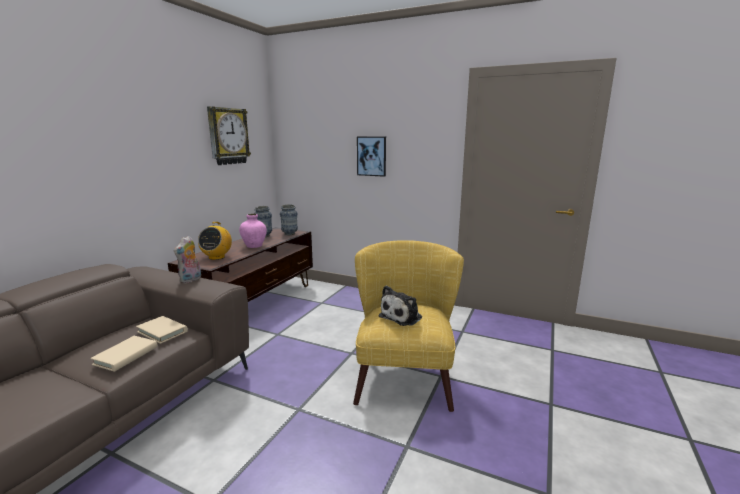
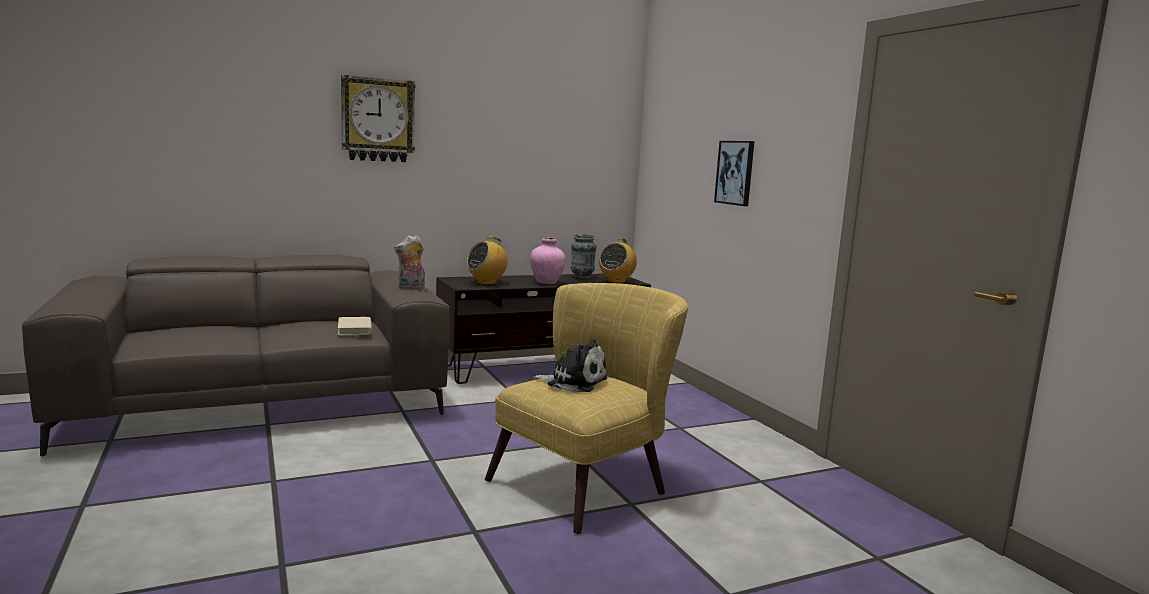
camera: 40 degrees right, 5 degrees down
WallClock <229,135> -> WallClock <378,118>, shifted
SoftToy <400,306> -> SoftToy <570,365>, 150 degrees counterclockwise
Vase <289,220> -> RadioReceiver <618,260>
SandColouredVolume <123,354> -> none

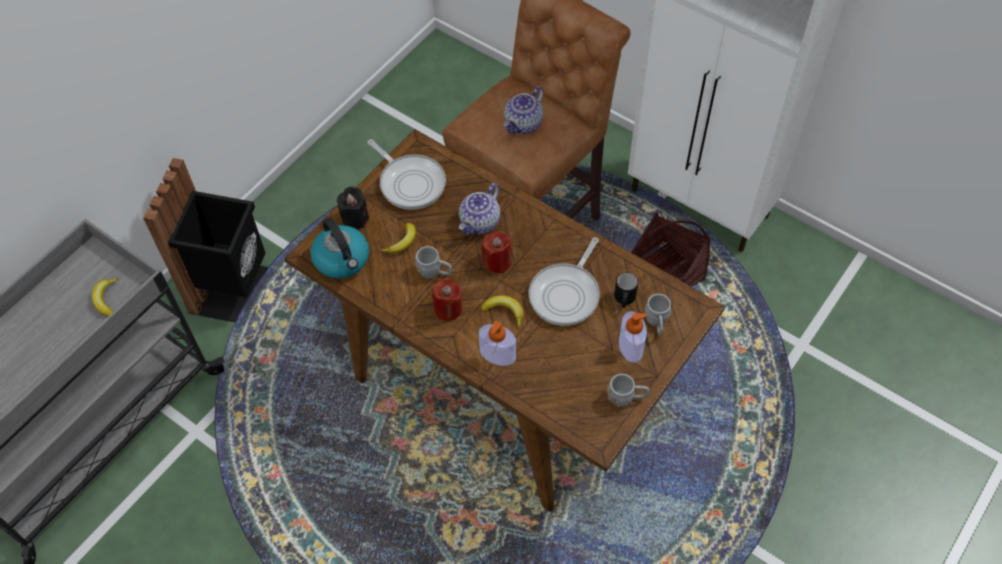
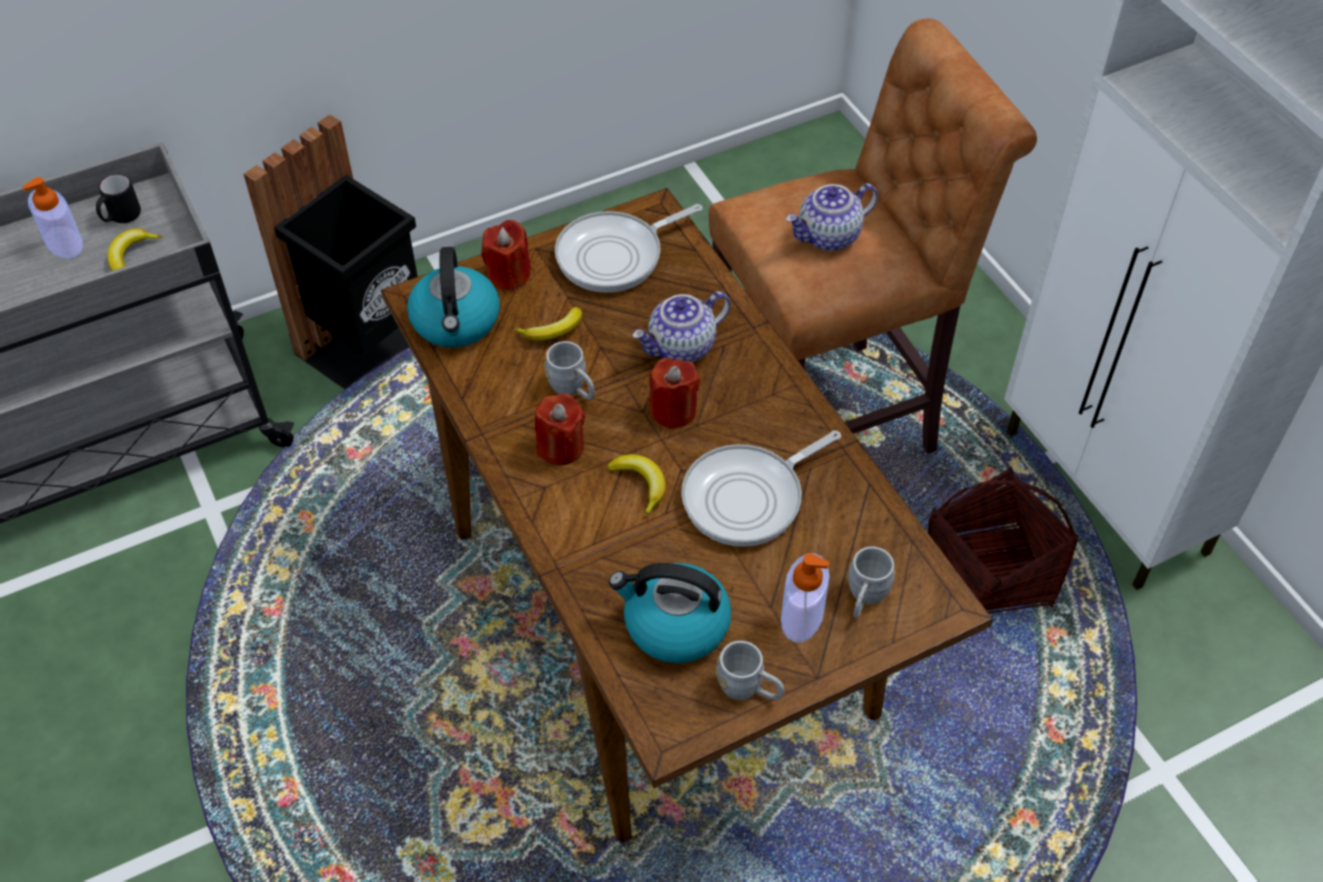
camera: 25 degrees right, 5 degrees down
SoapDispenser <497,343> -> SoapDispenser <53,217>, shifted
BlackishCoffeeMug <626,290> -> BlackishCoffeeMug <118,198>, shifted
BlackishWaxLight <353,207> -> ReddishWaxLight <506,255>
FryingPan <406,174> -> FryingPan <629,248>, 75 degrees clockwise
none -> WaterKettle <670,613>

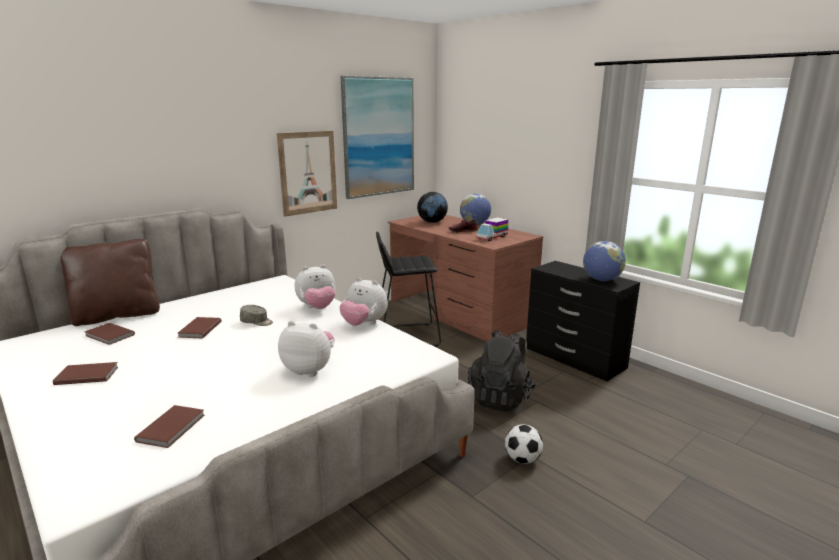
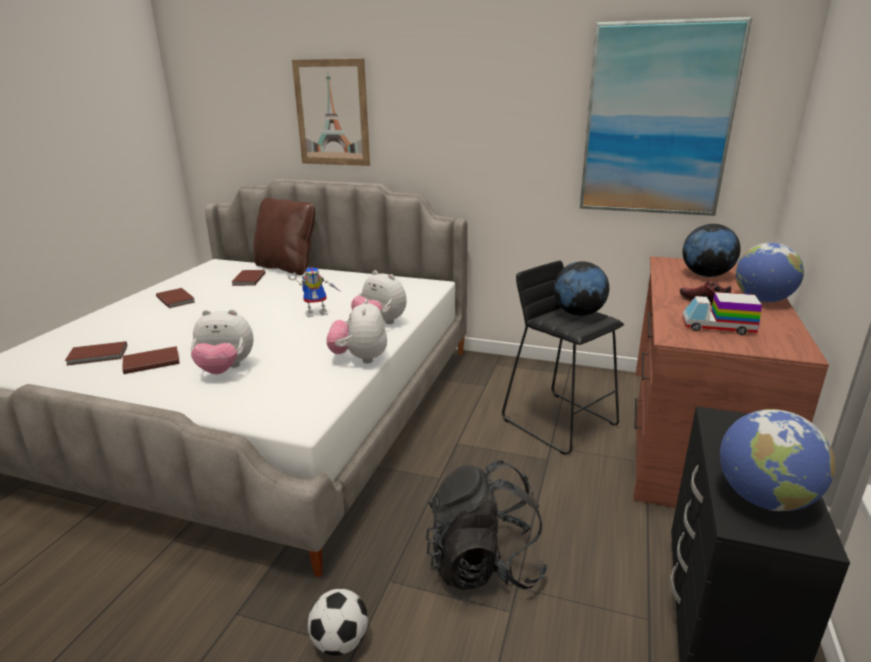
camera: 60 degrees right, 5 degrees up
BrownColouredVolume <200,328> -> BrownColouredVolume <151,360>, shifted
SoftToy <306,349> -> SoftToy <222,341>, 105 degrees clockwise
GrayCap <256,315> -> ToyRobot <314,292>
WallPicture <307,174> -> WallPicture <331,112>, shifted
none -> Globe <581,288>

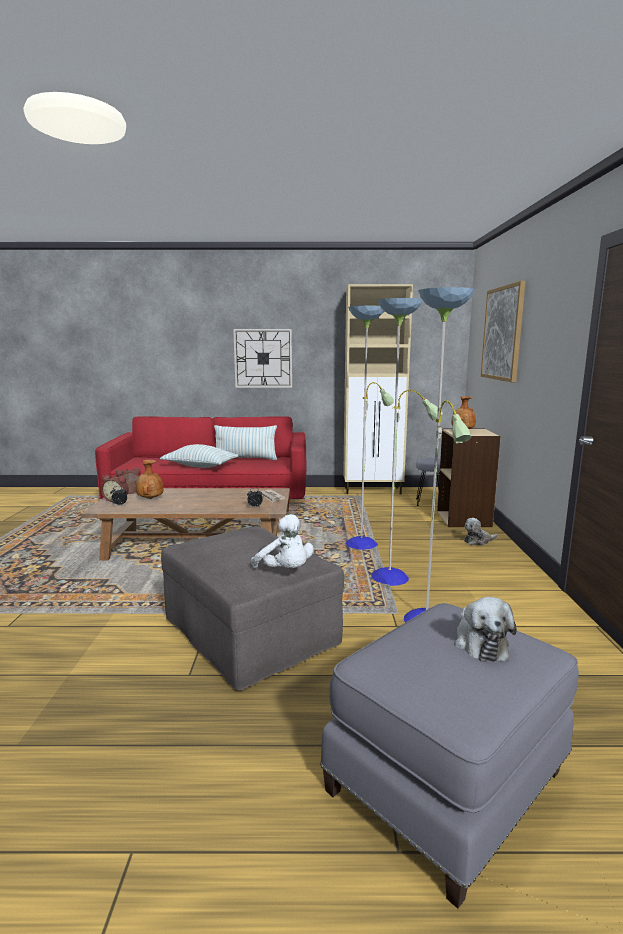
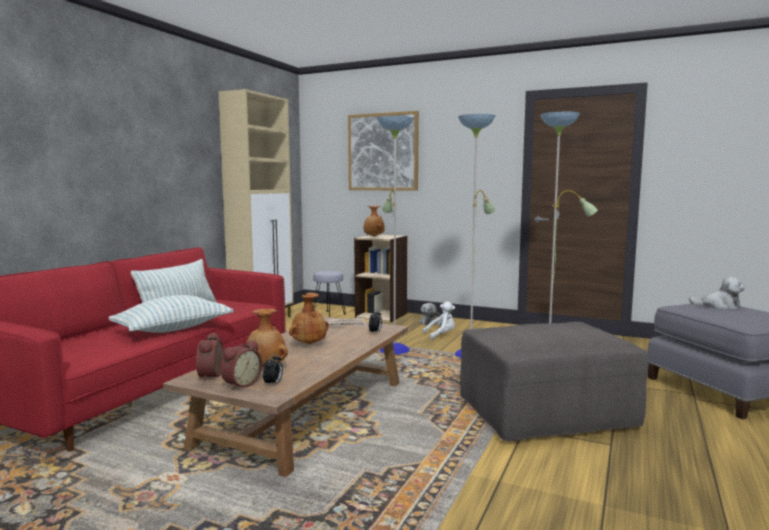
camera: 65 degrees left, 5 degrees down
none -> BrownColouredVase <309,318>
WhitishSoftToy <282,541> -> WhitishSoftToy <439,321>, shifted
WallClock <262,358> -> none

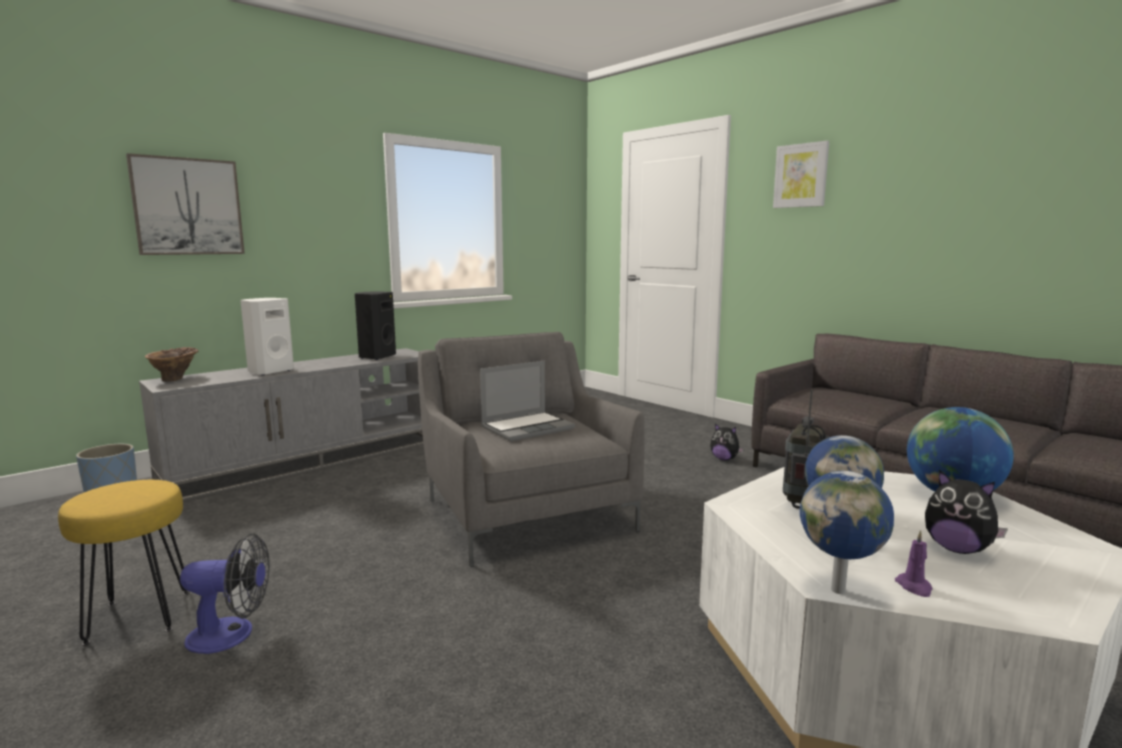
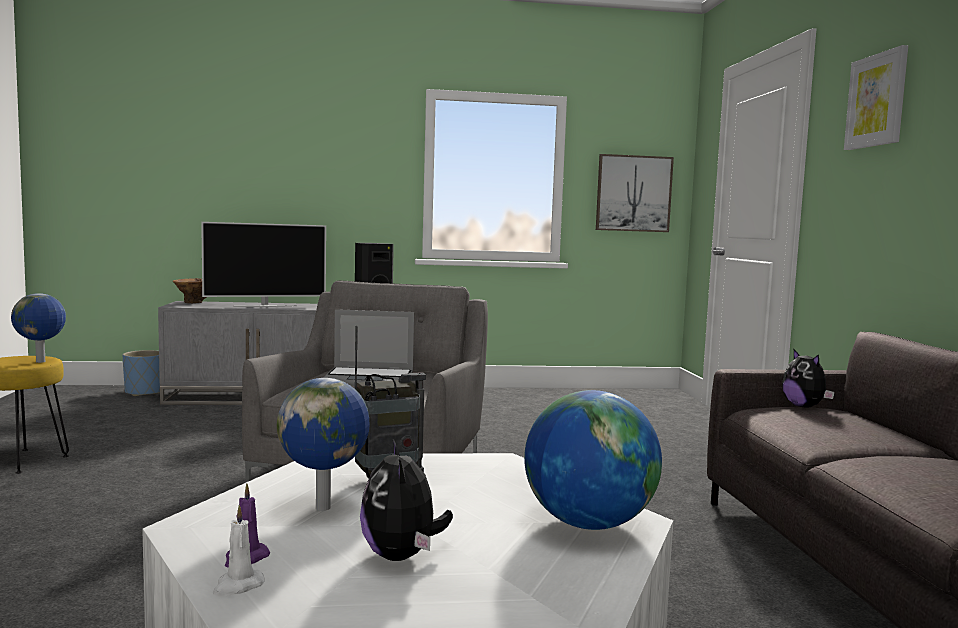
camera: 35 degrees right, 5 degrees down
Globe <847,532> -> Globe <38,328>, shifted
WhitishSpeaker <267,337> -> TvSet <263,264>
none -> WhitishWaxLight <238,551>
WallPicture <185,204> -> WallPicture <635,193>, shifted
SoftToy <727,442> -> SoftToy <808,379>, shifted
ElectricFan <225,593> -> none

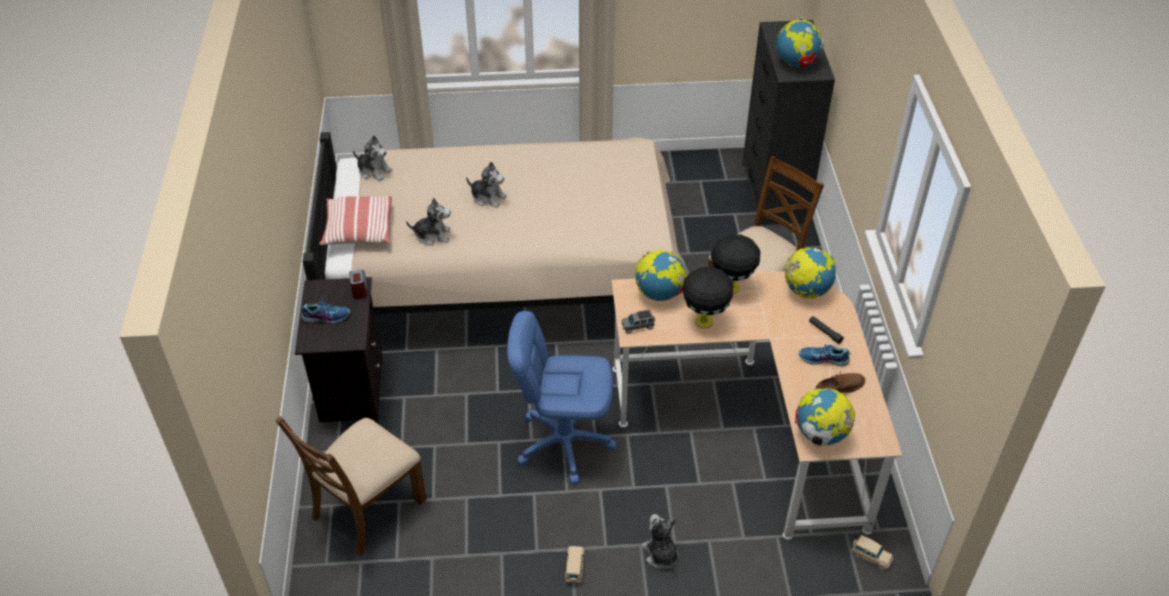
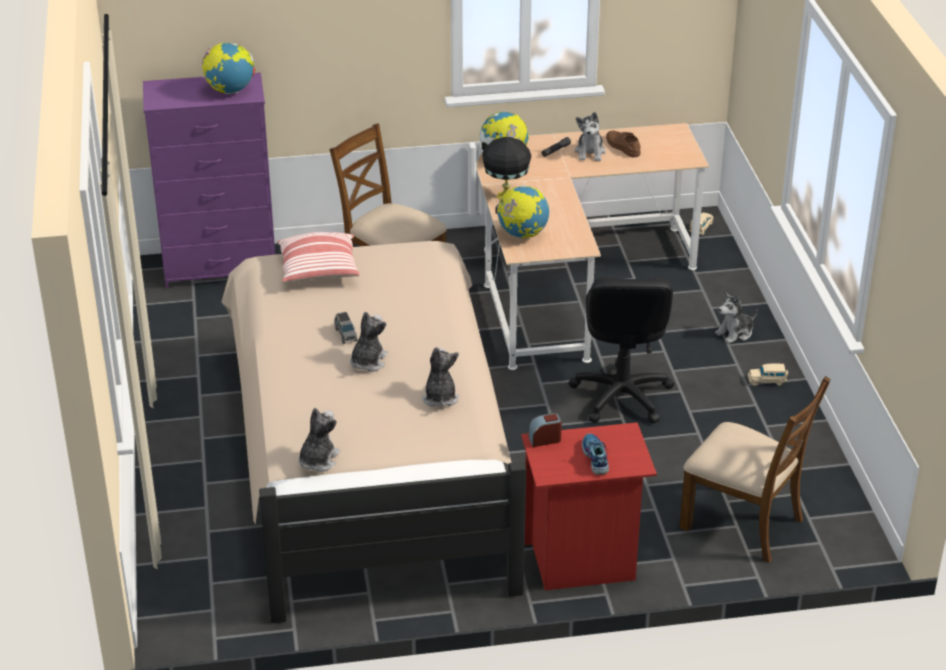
camera: 95 degrees left, 10 degrees down
BlackishChestOfDrawers <788,122> -> PurplishChestOfDrawers <209,180>
ThrowPillow <356,220> -> ThrowPillow <318,257>, shifted
GrayMiniatureCar <638,322> -> GrayMiniatureCar <346,328>, shifted
BlackishNightstand <339,350> -> ReddishNightstand <589,506>
BluishOfficeChair <561,397> -> BlackishOfficeChair <621,350>
Shoe <824,355> -> SoftToy <590,136>
BlackishTabletopLamp <707,298> -> none
Globe <825,417> -> none

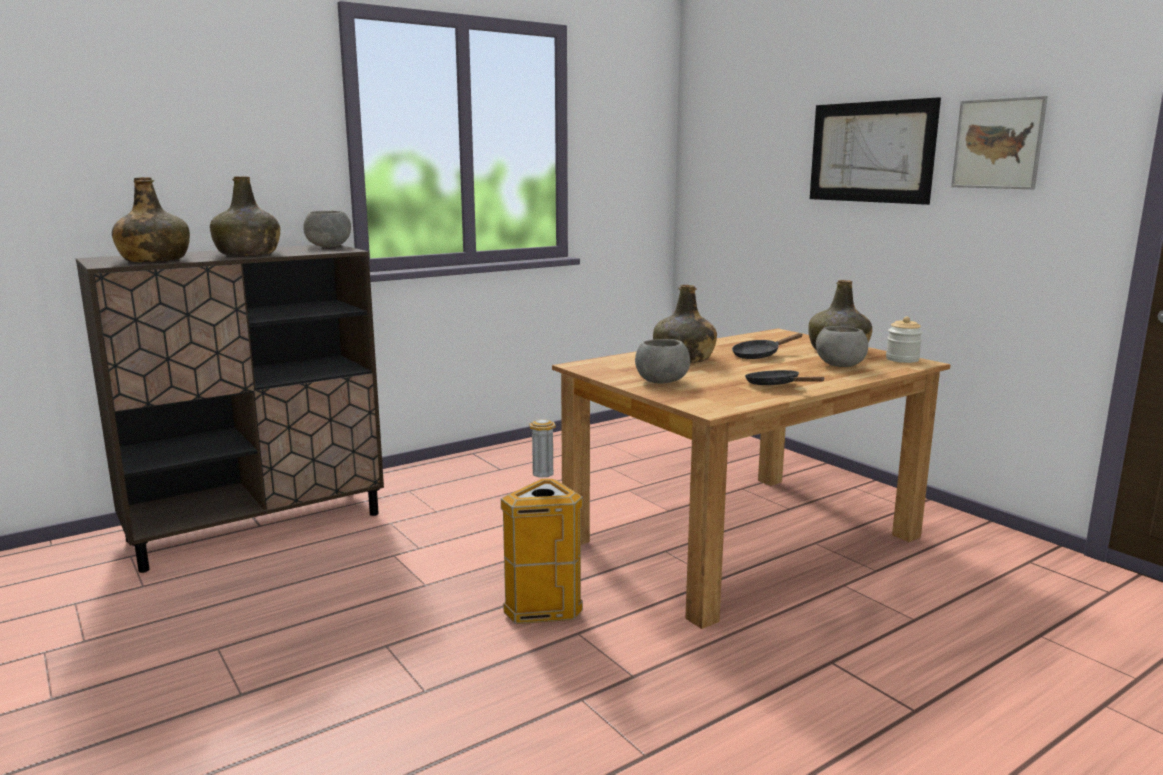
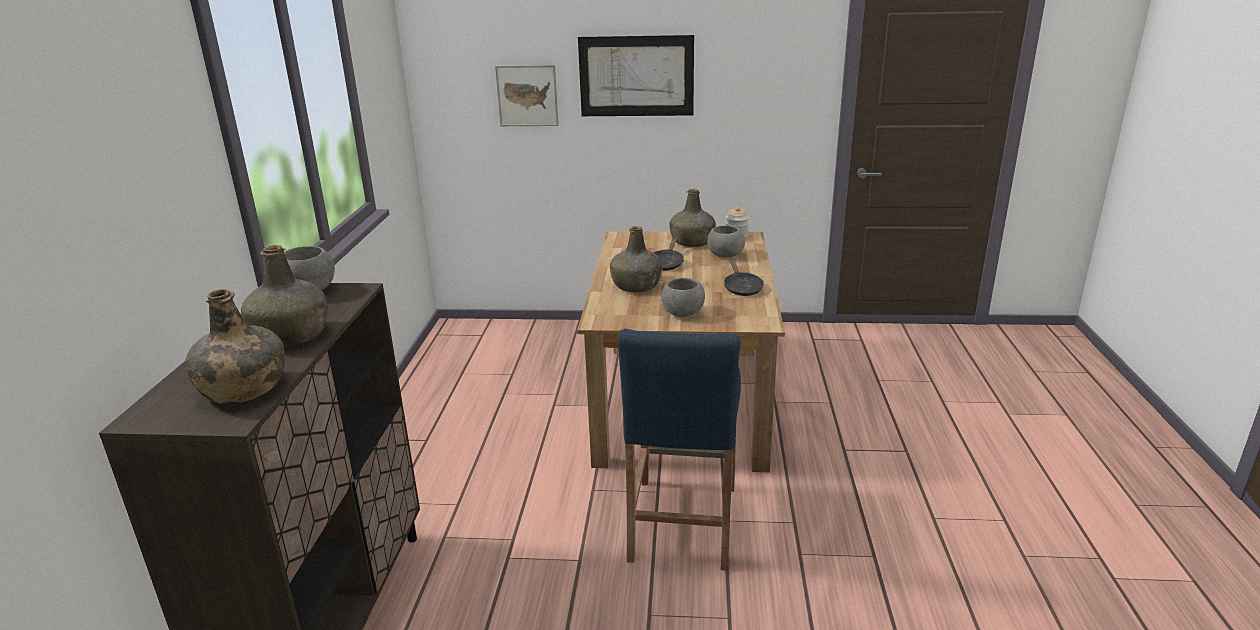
camera: 50 degrees left, 10 degrees up
WallPicture <999,142> -> WallPicture <527,95>, shifted
RubbishBin <542,521> -> BluishStool <679,450>
BlackishFryingPan <784,377> -> BlackishFryingPan <744,277>, 105 degrees counterclockwise

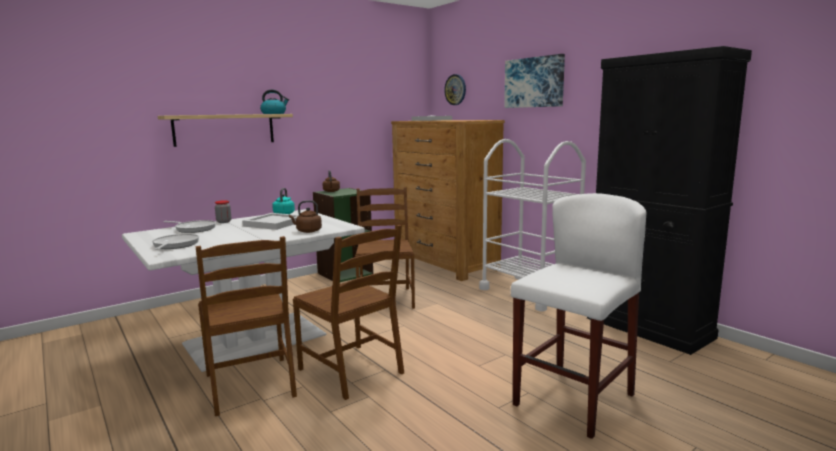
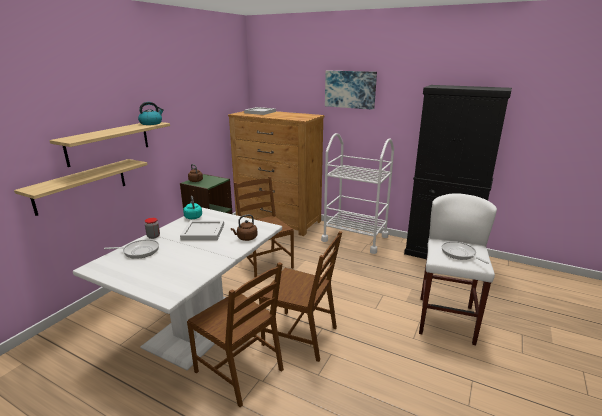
camera: 25 degrees left, 10 degrees up
none -> Shelf <80,187>
FryingPan <175,242> -> FryingPan <465,252>, shifted
WallClock <455,89> -> none

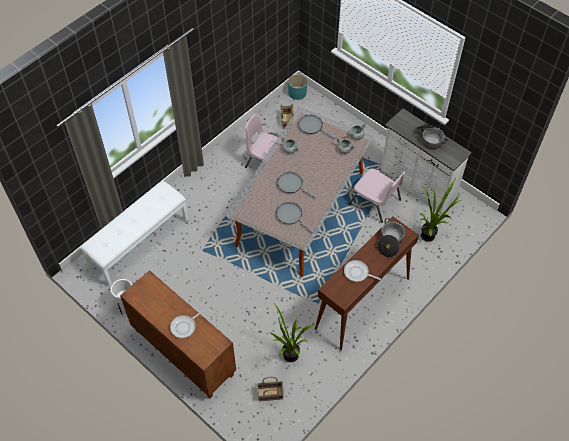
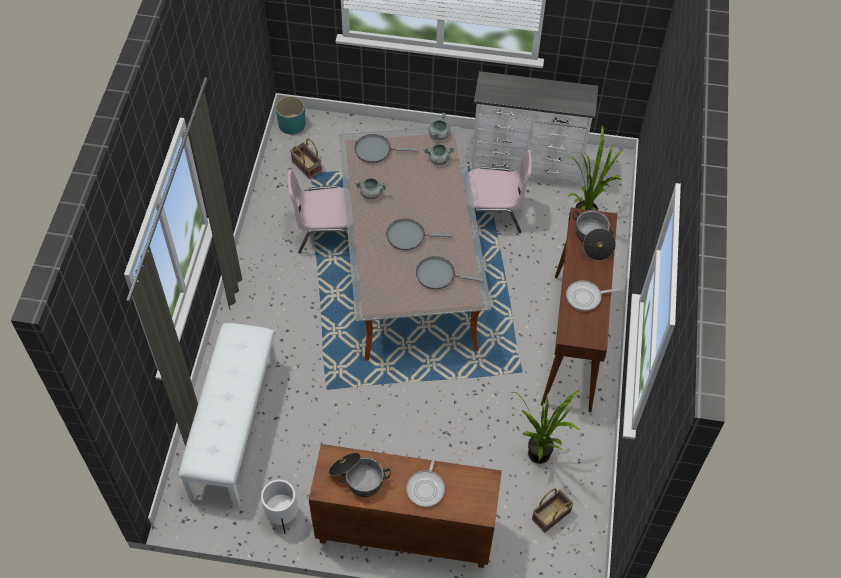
camera: 35 degrees left, 0 degrees up
Saucepot <432,136> -> Saucepot <360,475>, shifted

